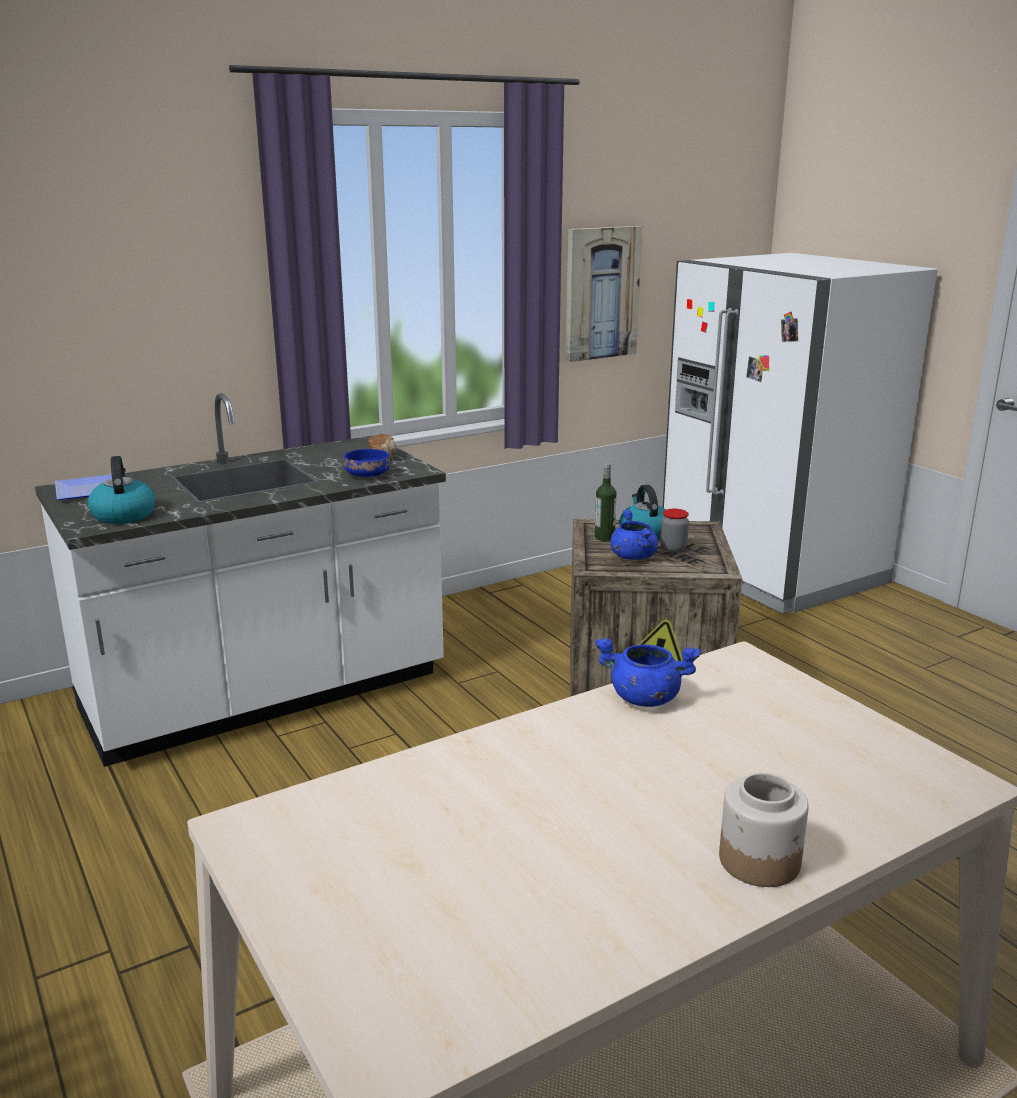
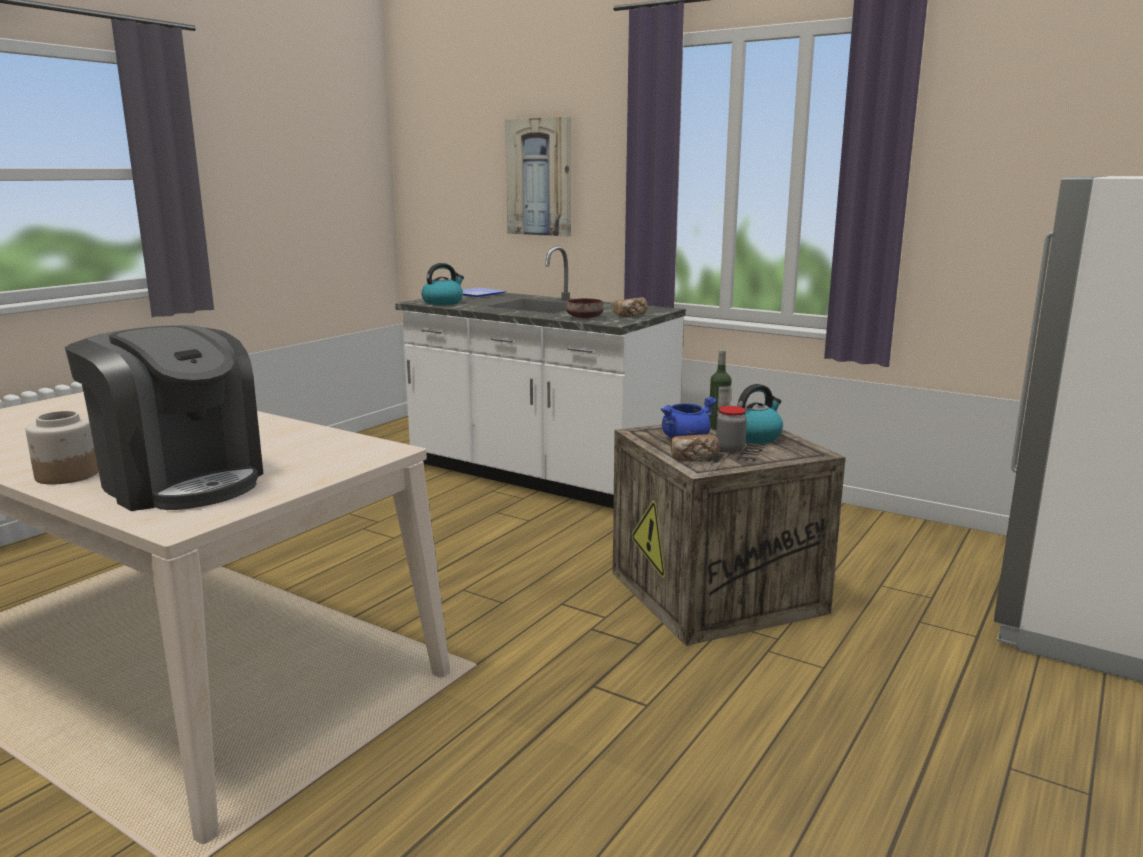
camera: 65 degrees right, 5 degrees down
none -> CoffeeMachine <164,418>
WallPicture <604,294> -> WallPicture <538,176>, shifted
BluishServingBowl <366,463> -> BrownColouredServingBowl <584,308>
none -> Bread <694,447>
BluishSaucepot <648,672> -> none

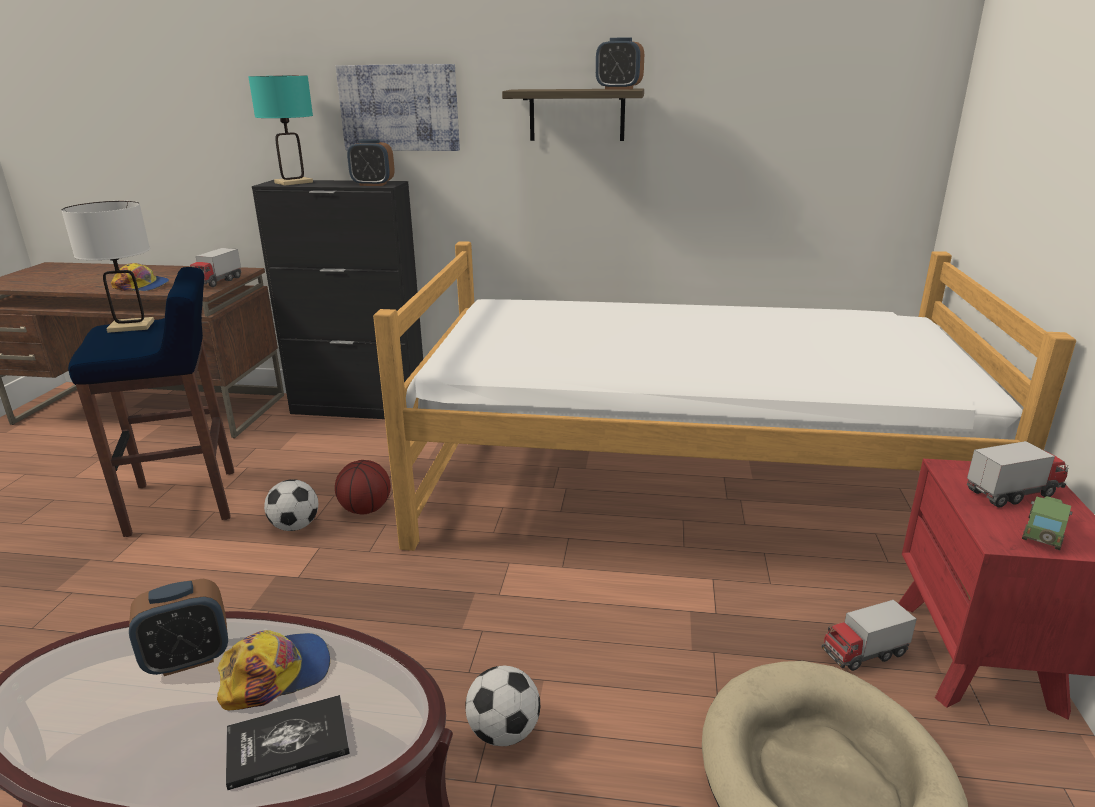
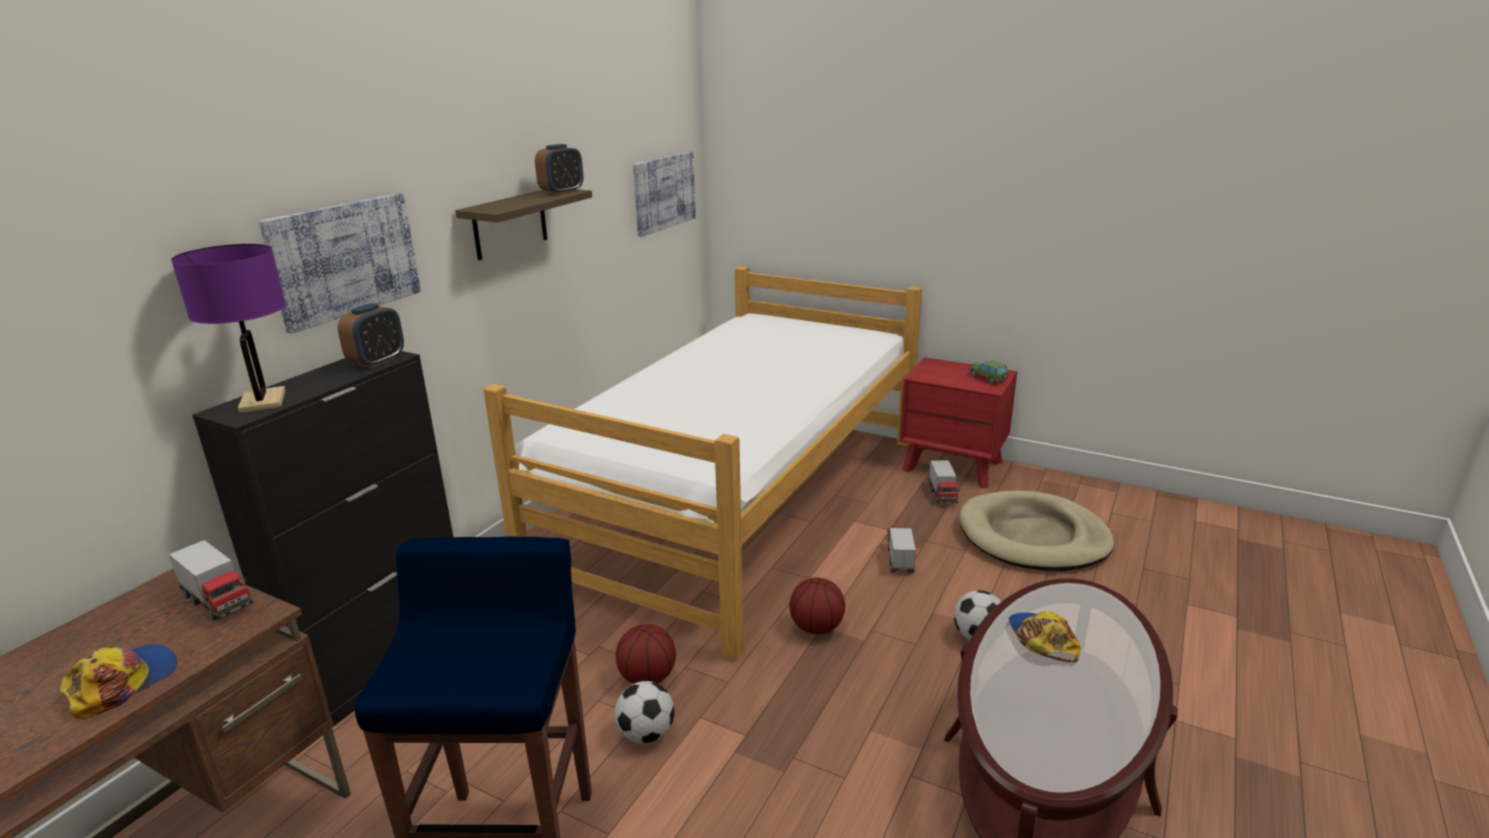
camera: 70 degrees left, 0 degrees up
TurquoiseColouredTabletopLamp <280,130> -> PurplishTabletopLamp <228,328>
none -> WallPicture <664,194>
none -> Basketball <817,606>
ToyTruck <1017,474> -> ToyTruck <901,550>, shifted
WhitishTabletopLamp <107,267> -> none
TableClock <178,627> -> none
Volume <288,742> -> none

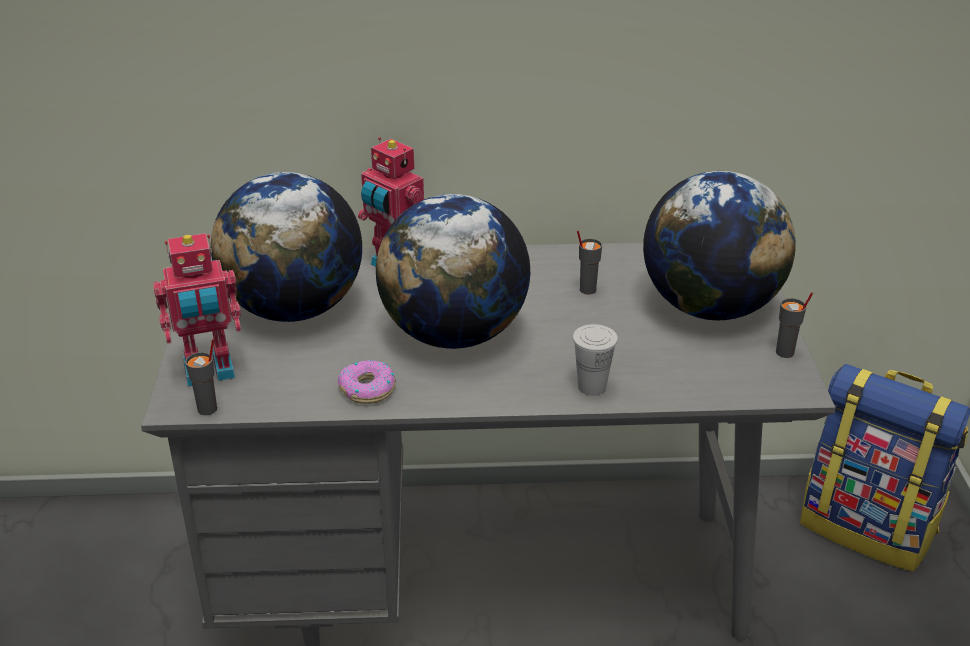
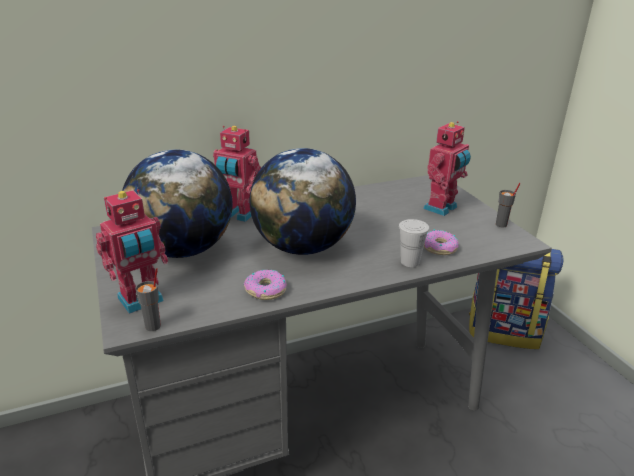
camera: 20 degrees left, 5 degrees down
Globe <719,246> -> ToyRobot <447,168>
none -> Doughnut <441,242>
GraySmallCup <589,263> -> none

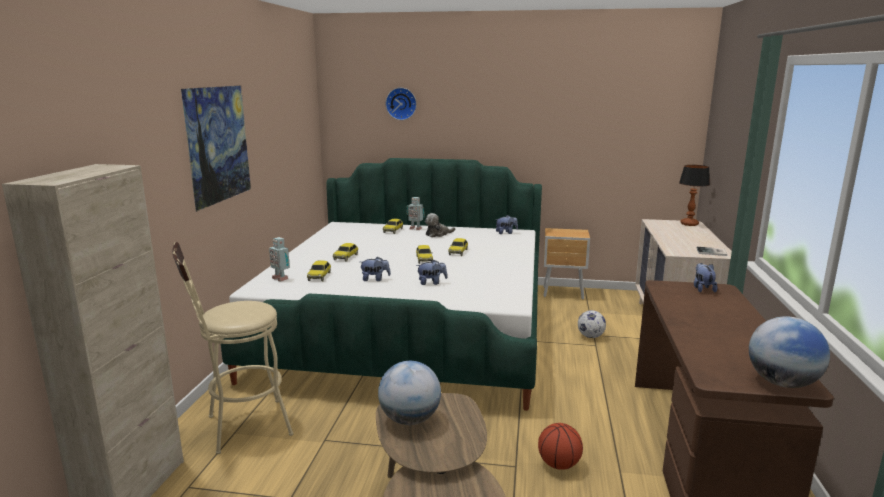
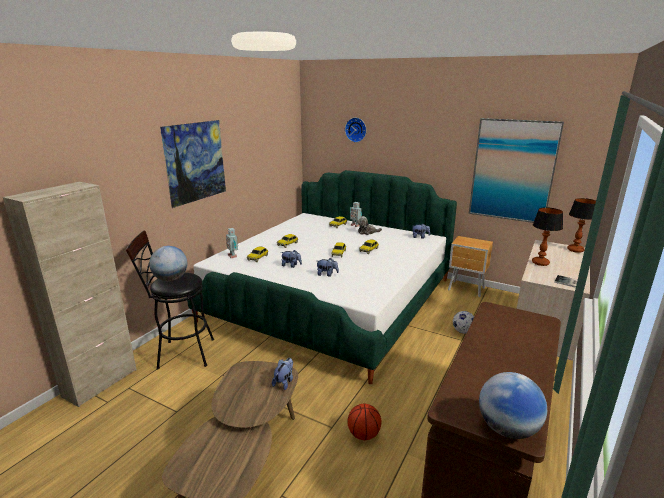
camera: 20 degrees right, 5 degrees up
SandColouredStool <232,348> -> BlackishStool <170,300>
Globe <409,393> -> Globe <168,264>, shifted
SoftToy <705,277> -> SoftToy <282,374>, shifted
none -> WallPicture <516,170>
none -> TabletopLamp <547,236>

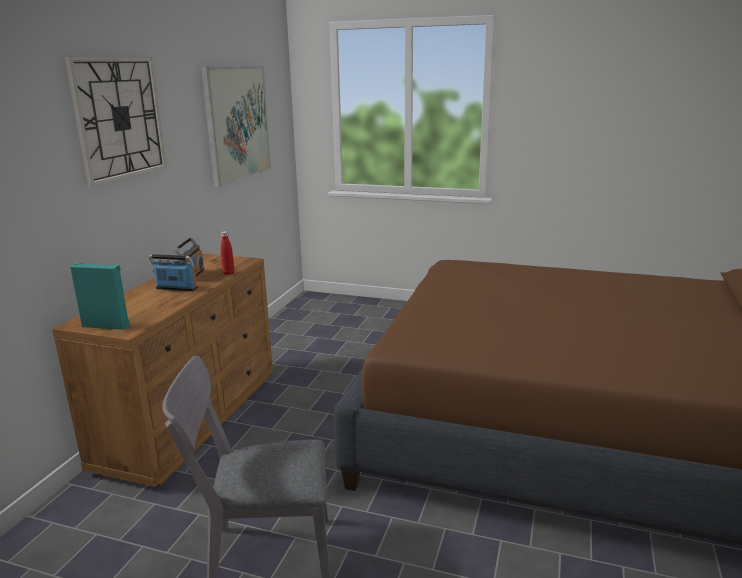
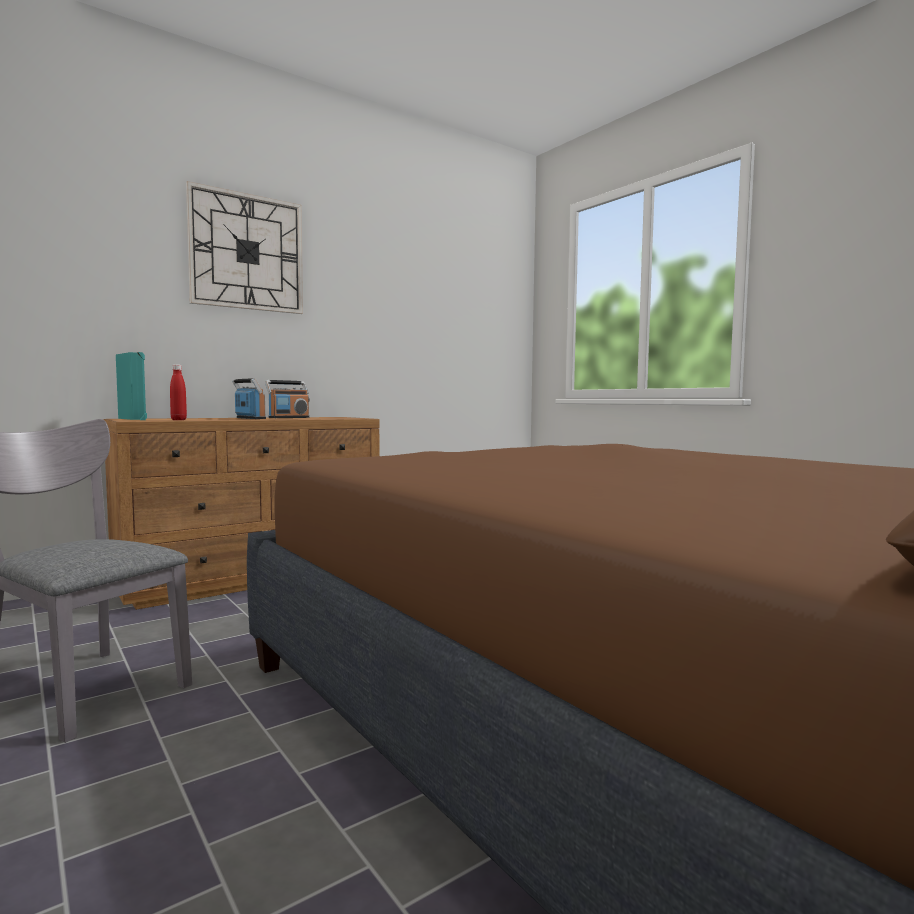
camera: 35 degrees right, 15 degrees down
ReddishBeverageBottle <227,253> -> ReddishBeverageBottle <178,392>, shifted
WallPicture <236,126> -> none

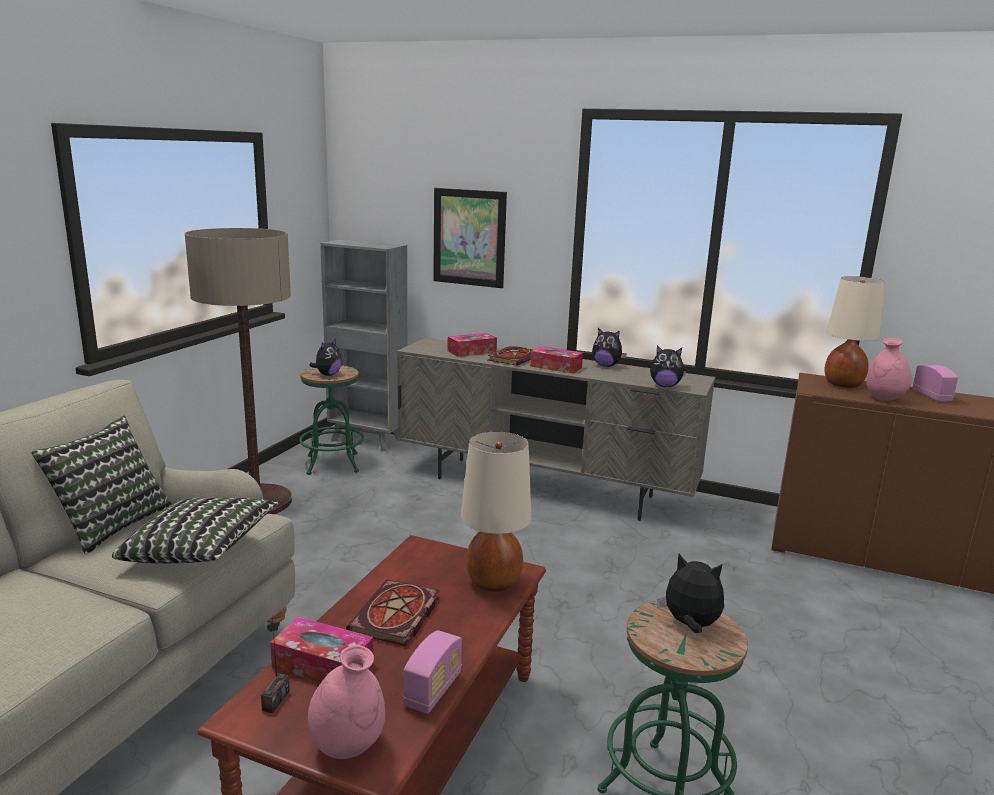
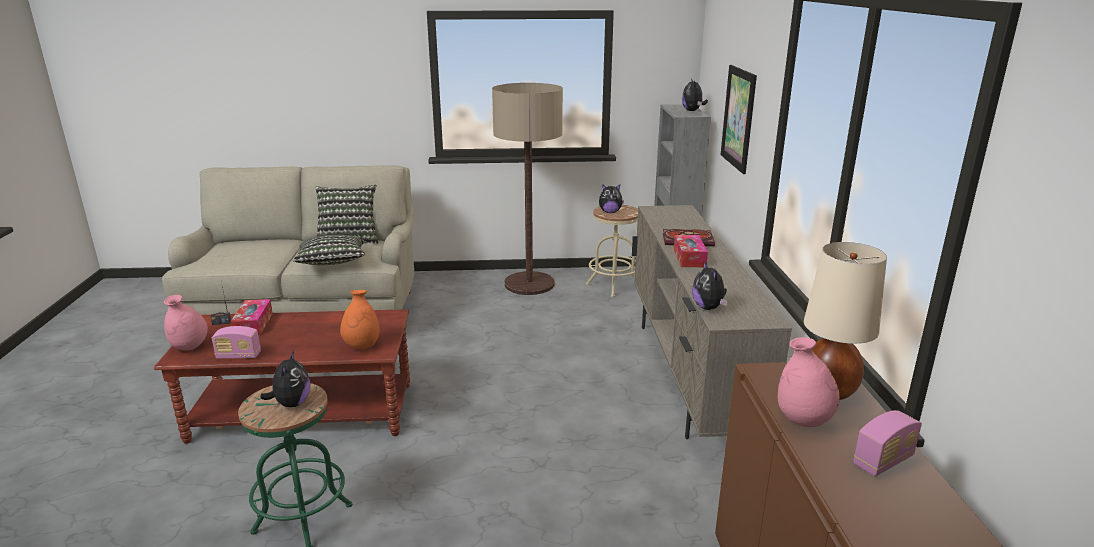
camera: 65 degrees right, 5 degrees up
SandColouredTabletopLamp <496,512> -> OrangeyVase <360,319>
GreenishStool <331,420> -> SandColouredStool <612,251>
SoftToy <609,347> -> SoftToy <695,94>, shifted
Volume <393,612> -> none
BoxOfTissues <472,345> -> none

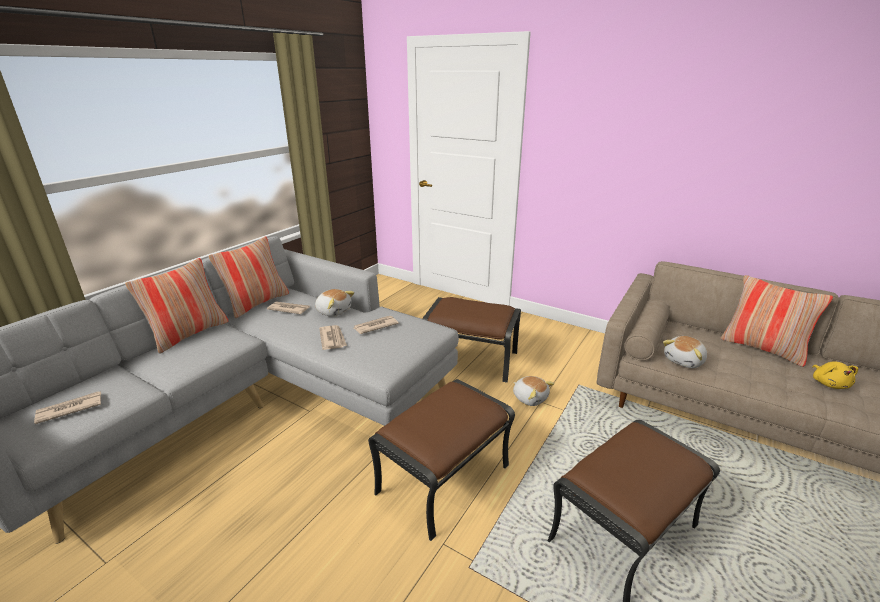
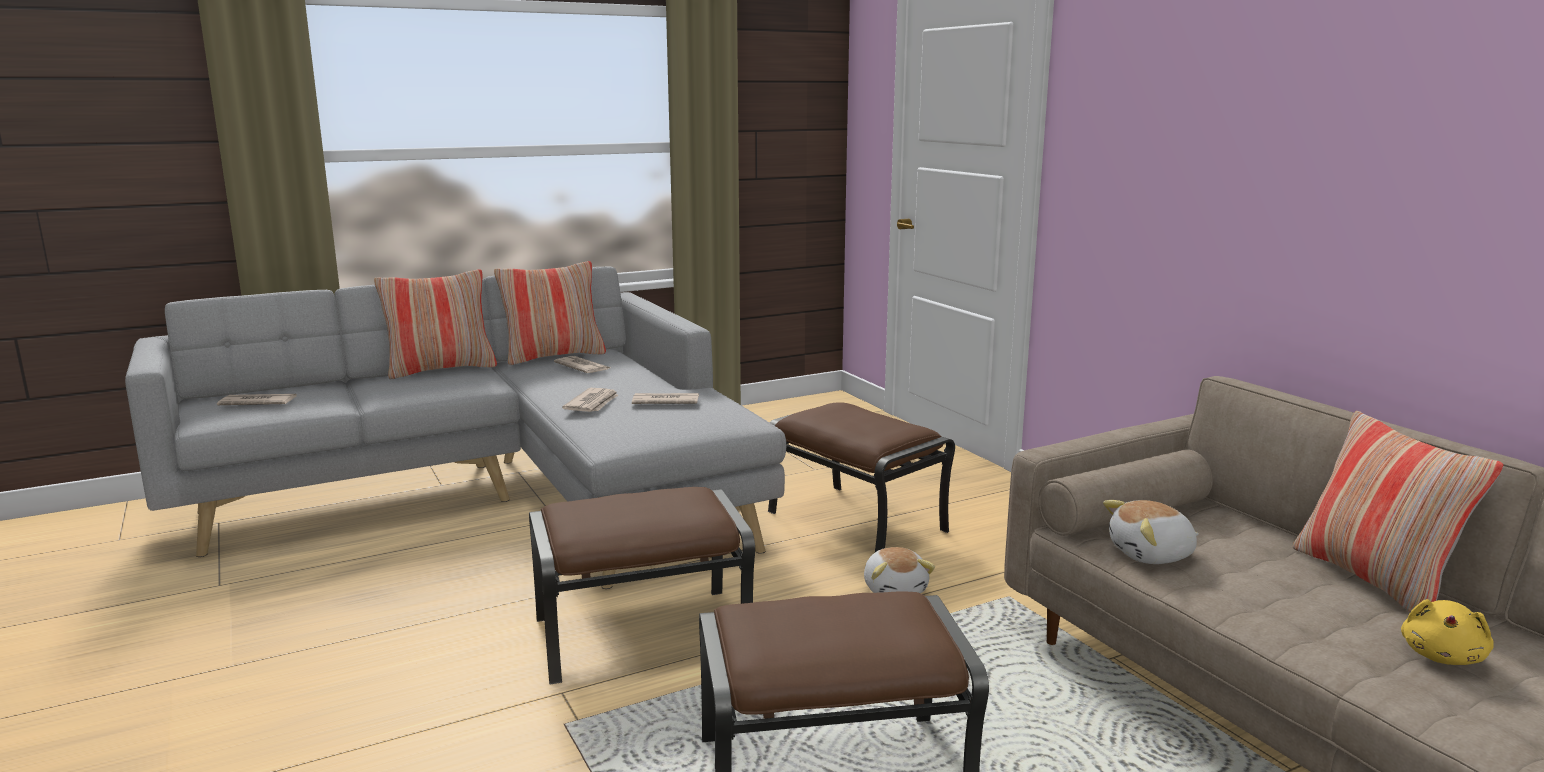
camera: 30 degrees right, 10 degrees down
SoftToy <335,303> -> none

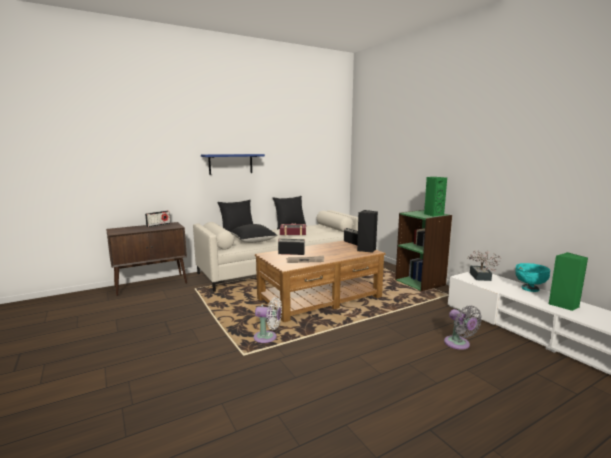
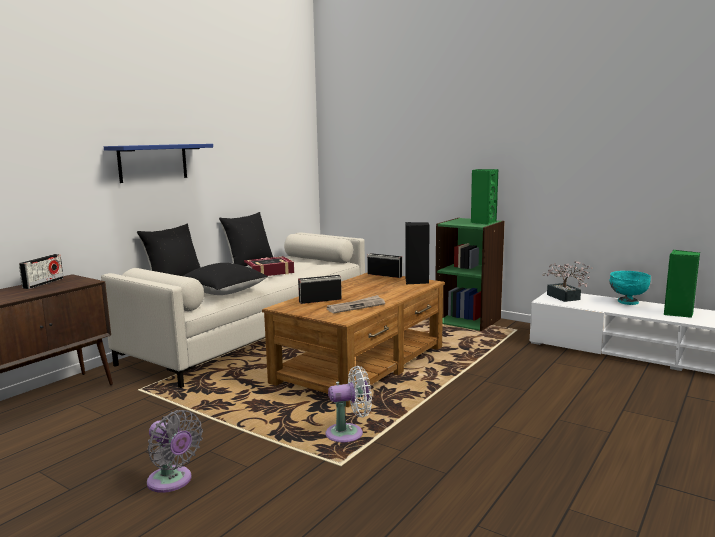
camera: 25 degrees left, 0 degrees up
GrayElectricFan <463,328> -> GrayElectricFan <175,451>, shifted

